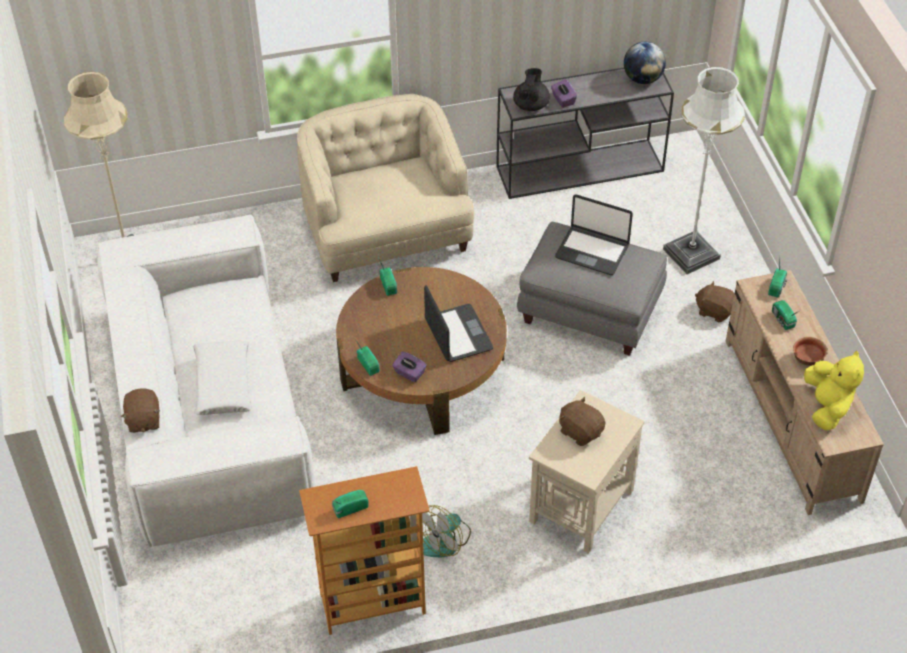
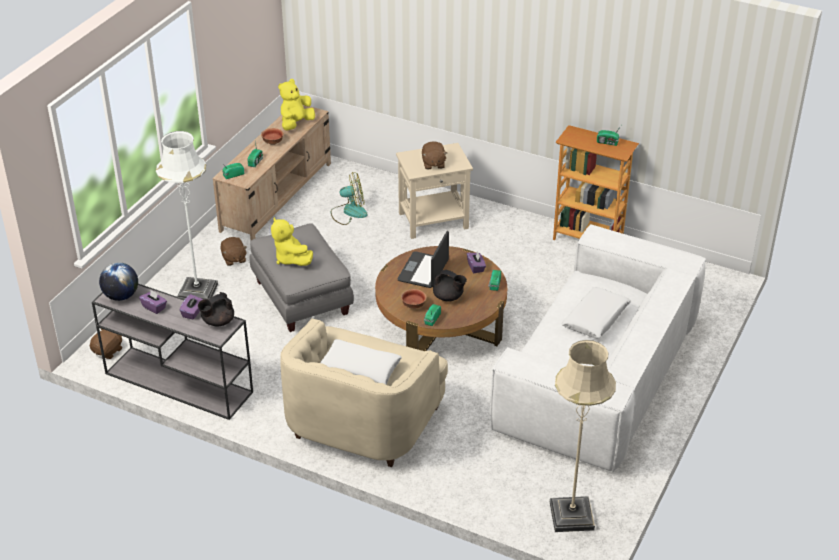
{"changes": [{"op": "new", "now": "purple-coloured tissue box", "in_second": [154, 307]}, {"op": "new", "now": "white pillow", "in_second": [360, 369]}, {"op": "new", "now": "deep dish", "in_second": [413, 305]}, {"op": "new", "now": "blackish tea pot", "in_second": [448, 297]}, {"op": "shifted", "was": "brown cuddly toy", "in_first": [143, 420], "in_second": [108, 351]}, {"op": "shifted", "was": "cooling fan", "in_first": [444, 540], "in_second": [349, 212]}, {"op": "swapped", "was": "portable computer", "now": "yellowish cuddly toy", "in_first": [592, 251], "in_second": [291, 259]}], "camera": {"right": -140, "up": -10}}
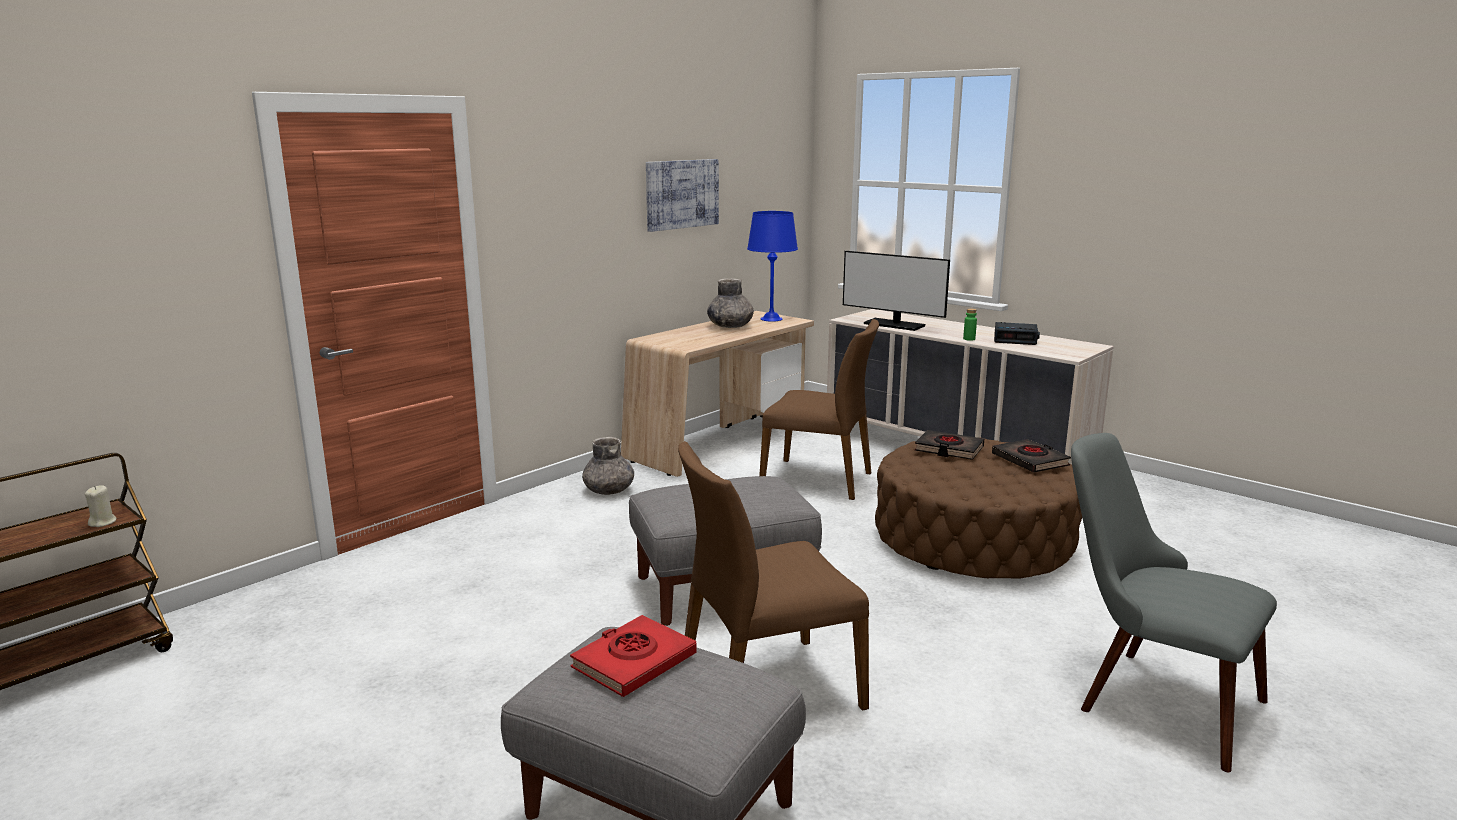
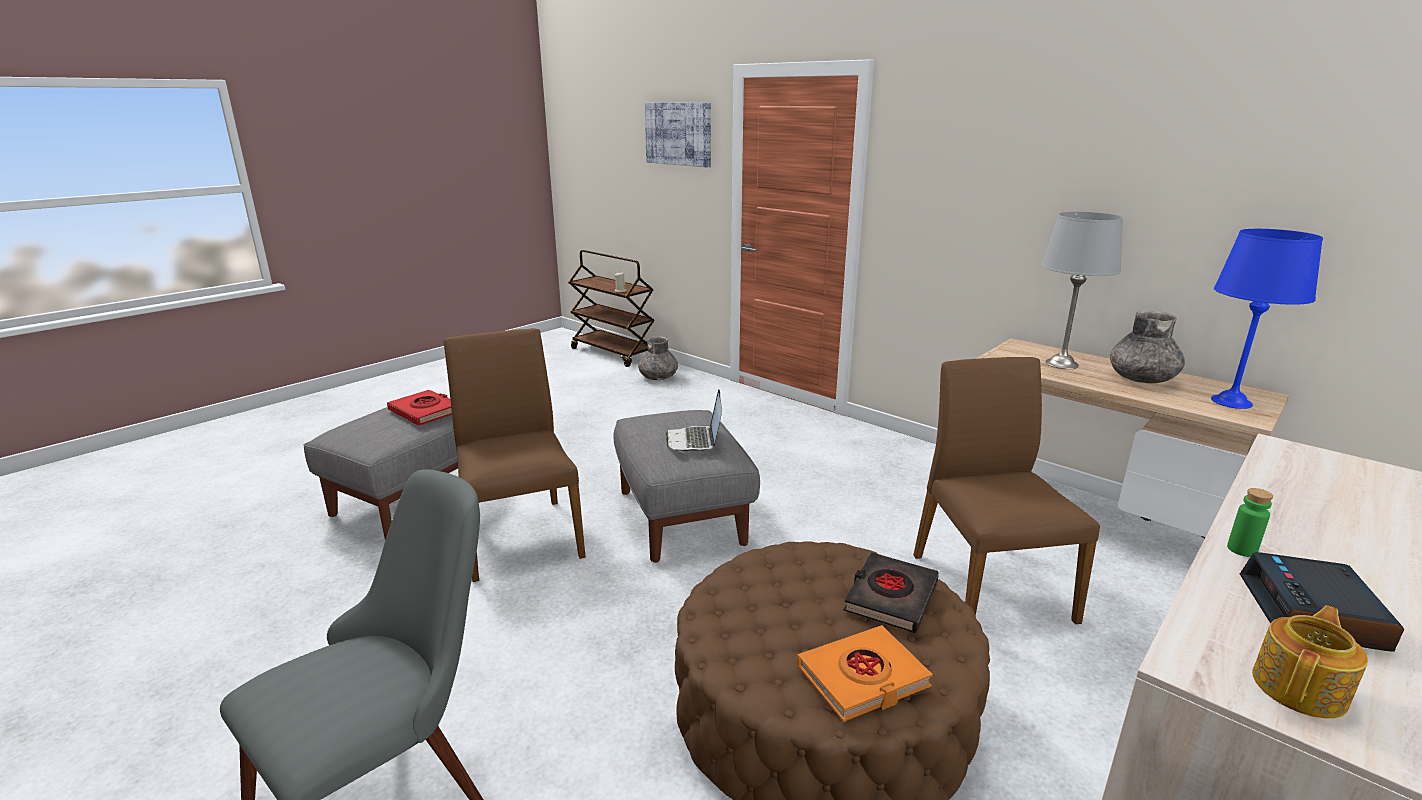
{"changes": [{"op": "gone", "was": "computer display", "in_first": [894, 325]}, {"op": "new", "now": "portable computer", "in_second": [695, 441]}, {"op": "new", "now": "greyish table lamp", "in_second": [1062, 364]}, {"op": "new", "now": "tea pot", "in_second": [1300, 688]}, {"op": "shifted", "was": "greyish flower vase", "in_first": [609, 490], "in_second": [658, 377]}, {"op": "shifted", "was": "wall picture", "in_first": [682, 194], "in_second": [678, 134]}, {"op": "repainted", "was": "blackish volume", "now": "orange-coloured volume", "in_first": [1030, 461], "in_second": [863, 678]}, {"op": "rotated", "was": "brown chair", "in_first": [818, 479], "in_second": [987, 585], "clockwise": 150}], "camera": {"right": 90, "up": 5}}
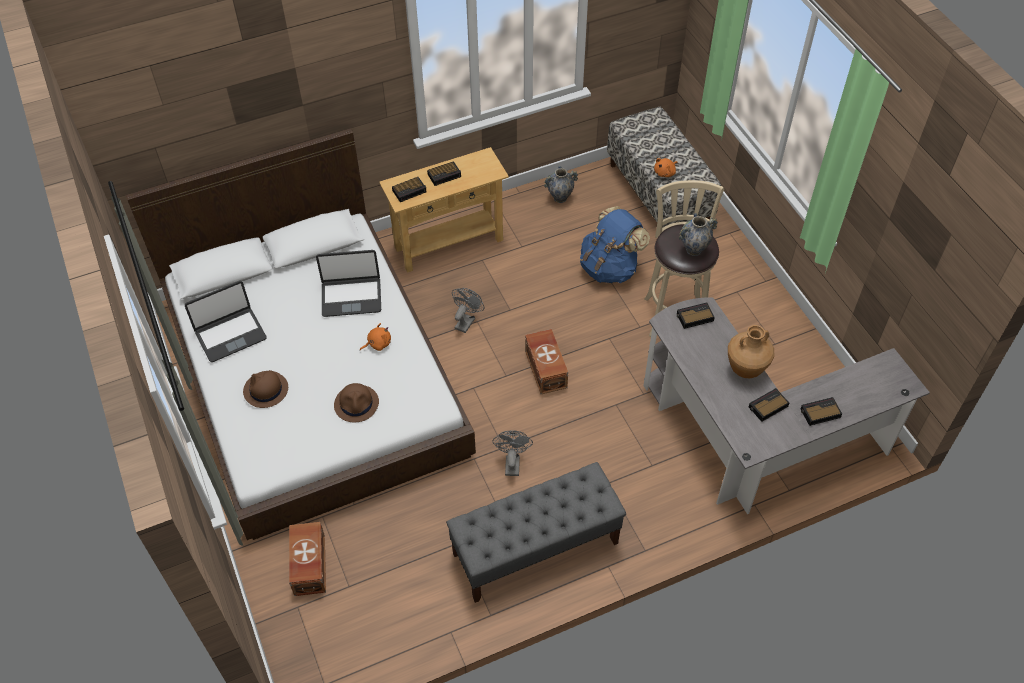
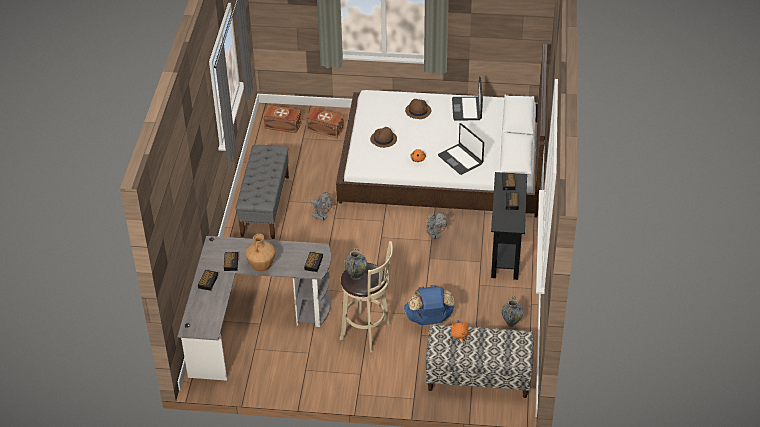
{"changes": [{"op": "shifted", "was": "brown storage container", "in_first": [546, 368], "in_second": [283, 126]}, {"op": "repainted", "was": "beige narrow table", "now": "blackish narrow table", "in_first": [449, 244], "in_second": [506, 251]}, {"op": "rotated", "was": "portable computer", "in_first": [351, 297], "in_second": [460, 159], "clockwise": -60}], "camera": {"right": 120, "up": -10}}
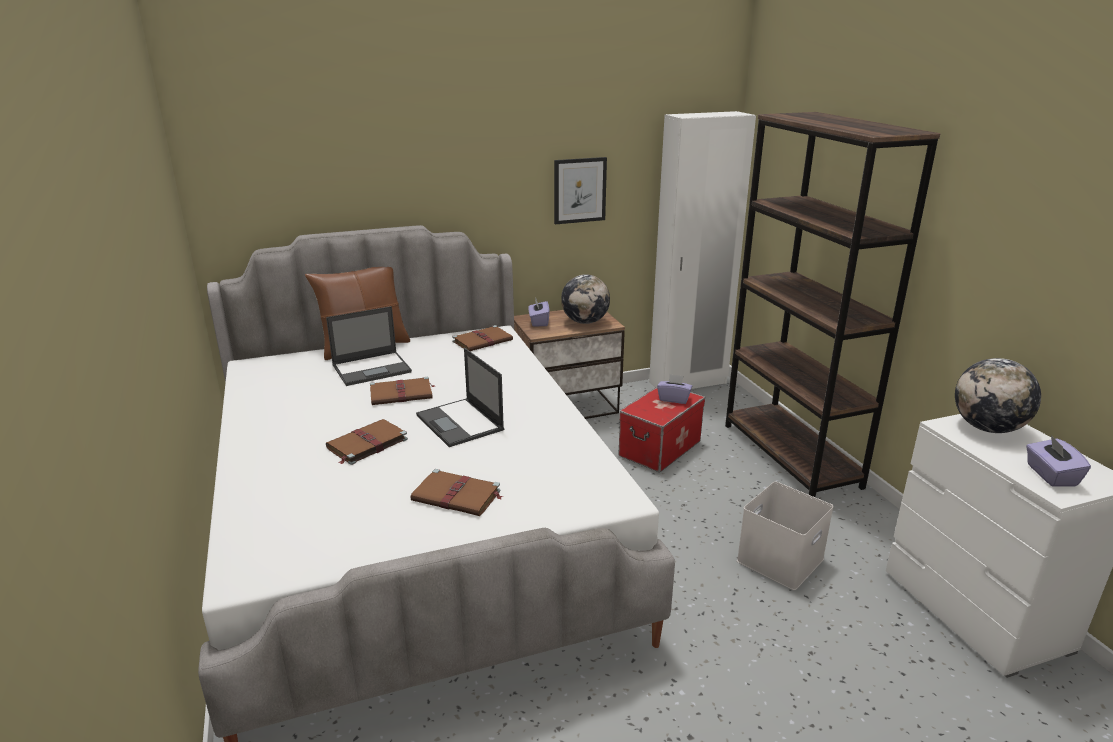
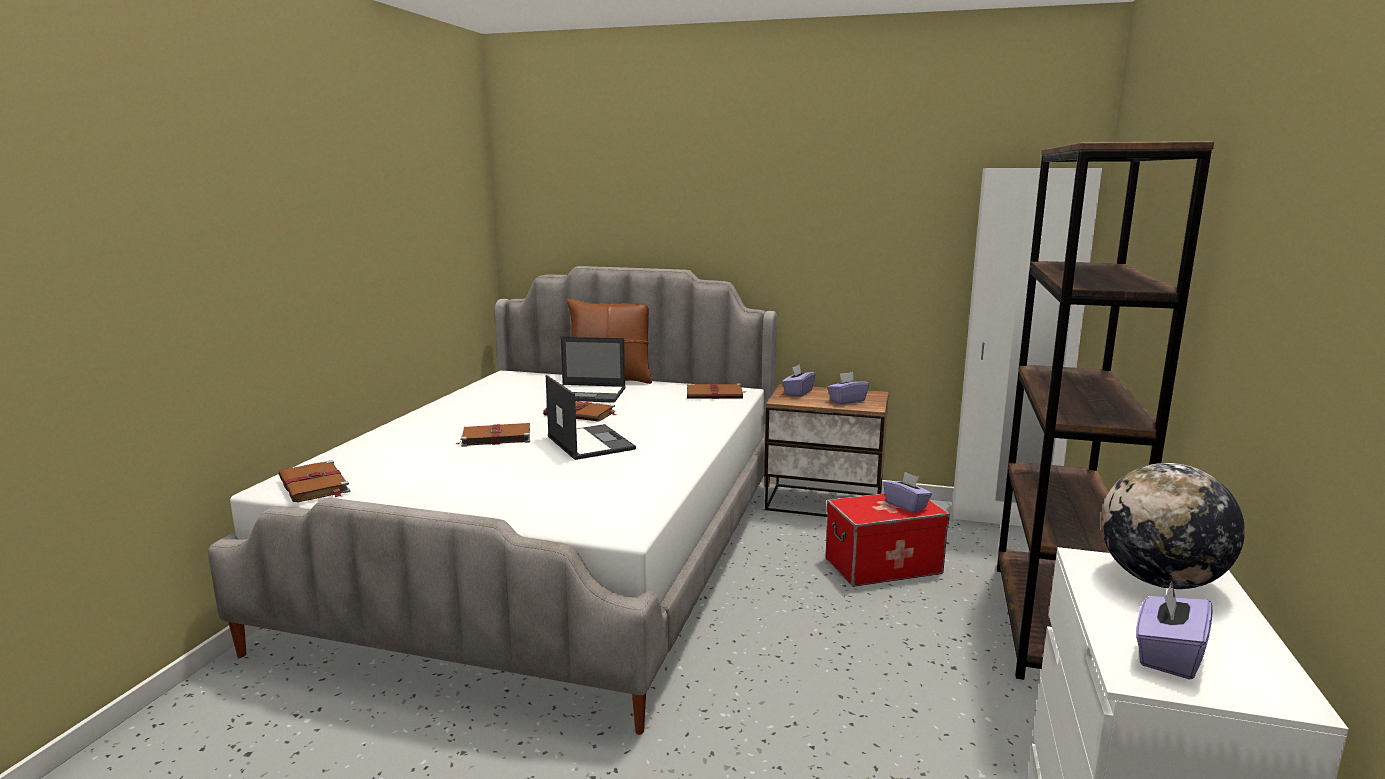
{"changes": [{"op": "gone", "was": "wall picture", "in_first": [579, 190]}, {"op": "gone", "was": "white storage container", "in_first": [780, 561]}, {"op": "shifted", "was": "brown volume", "in_first": [458, 496], "in_second": [314, 485]}, {"op": "swapped", "was": "globe", "now": "purple-coloured tissue box", "in_first": [585, 322], "in_second": [847, 401]}, {"op": "rotated", "was": "portable computer", "in_first": [460, 423], "in_second": [589, 442], "clockwise": 150}], "camera": {"right": 35, "up": -10}}
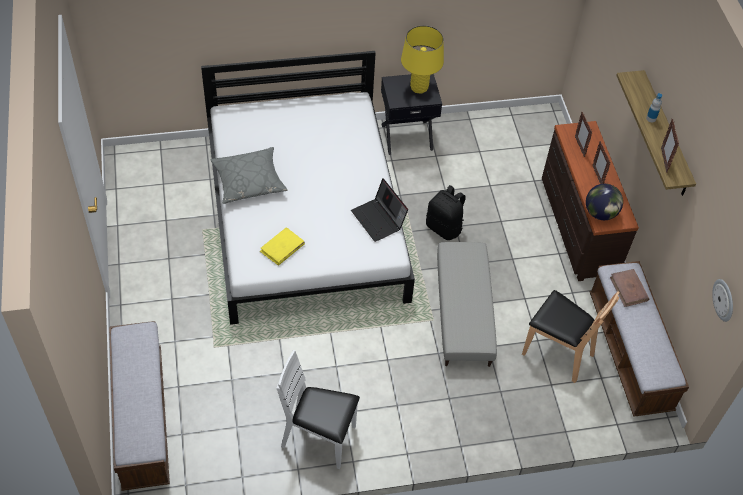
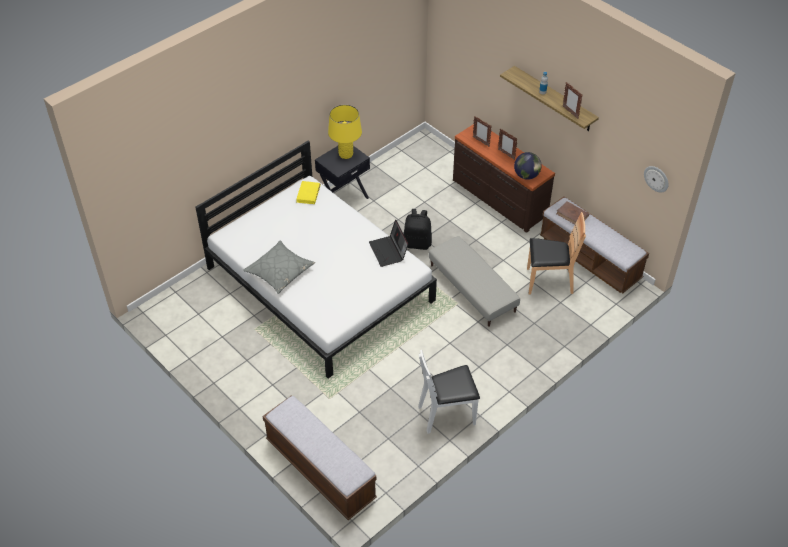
{"changes": [{"op": "shifted", "was": "yellowish volume", "in_first": [282, 248], "in_second": [308, 194]}, {"op": "rotated", "was": "portable computer", "in_first": [379, 220], "in_second": [389, 251], "clockwise": 45}], "camera": {"right": -30, "up": -5}}
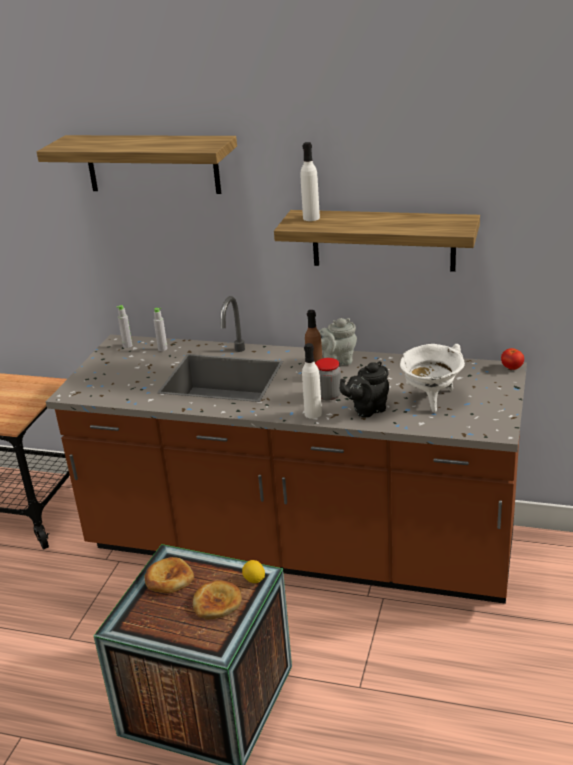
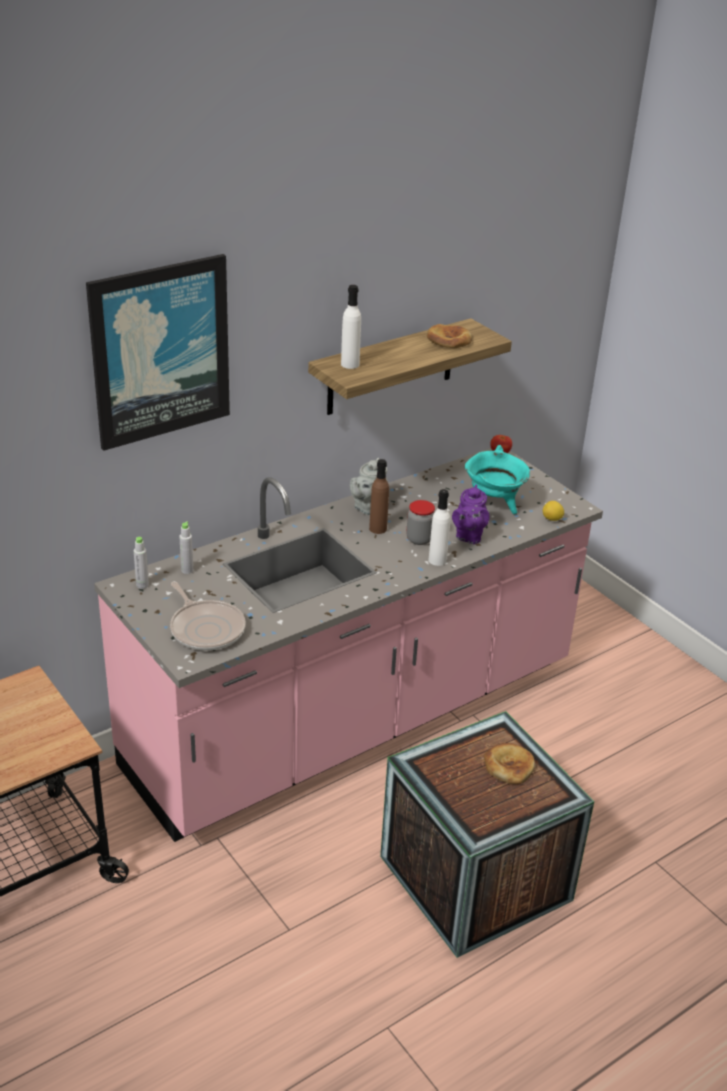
{"changes": [{"op": "new", "now": "skillet", "in_second": [206, 628]}, {"op": "shifted", "was": "bakery bread", "in_first": [169, 579], "in_second": [449, 340]}, {"op": "shifted", "was": "lemon", "in_first": [254, 580], "in_second": [552, 519]}, {"op": "swapped", "was": "bracket shelf", "now": "wall picture", "in_first": [152, 164], "in_second": [160, 351]}, {"op": "repainted", "was": "brown counter", "now": "pinkish counter", "in_first": [299, 548], "in_second": [354, 719]}, {"op": "repainted", "was": "blackish tea pot", "now": "purple-coloured tea pot", "in_first": [367, 410], "in_second": [468, 536]}, {"op": "repainted", "was": "white cooking pot", "now": "turquoise cooking pot", "in_first": [431, 399], "in_second": [494, 504]}], "camera": {"right": -55, "up": 5}}
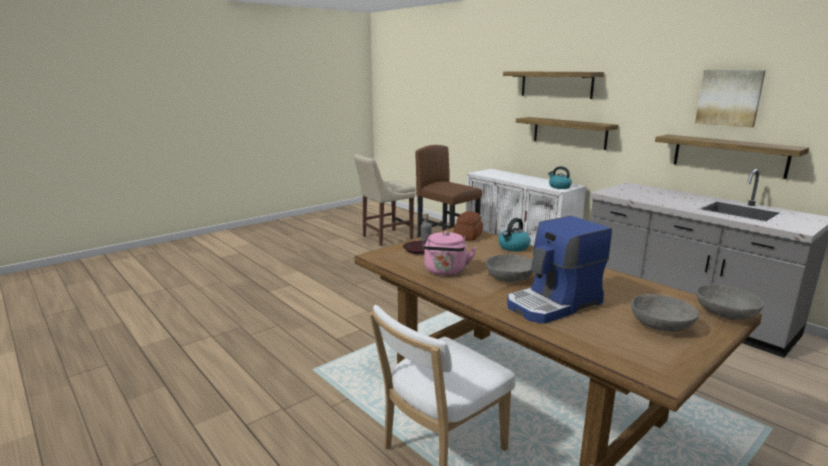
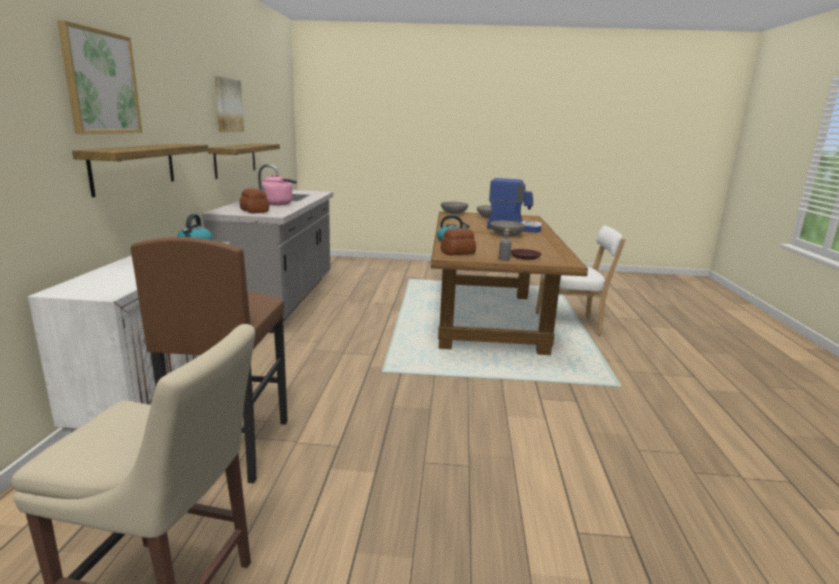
{"changes": [{"op": "new", "now": "bakery bread", "in_second": [254, 211]}, {"op": "shifted", "was": "pinkish water kettle", "in_first": [445, 271], "in_second": [279, 203]}, {"op": "swapped", "was": "bracket shelf", "now": "wall picture", "in_first": [556, 84], "in_second": [101, 82]}], "camera": {"right": -135, "up": 0}}
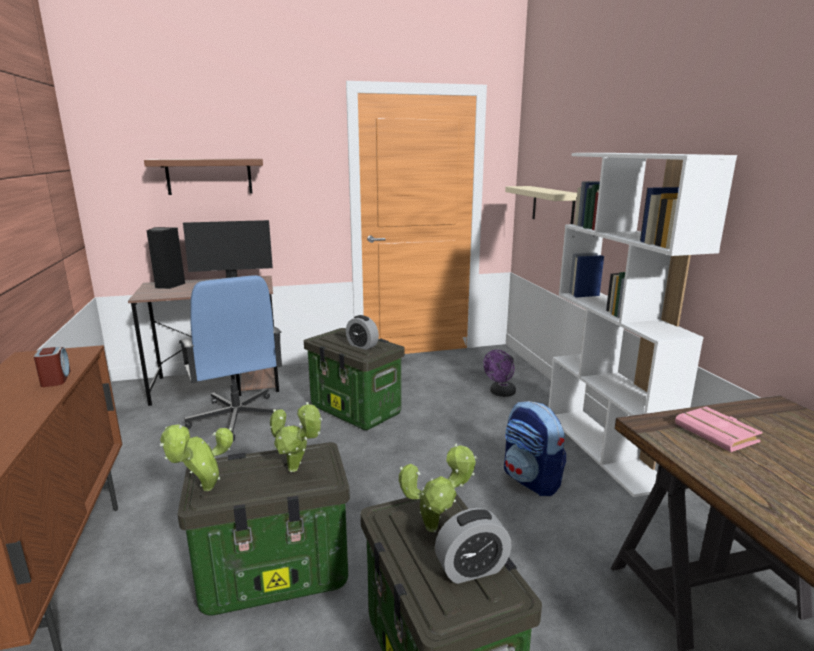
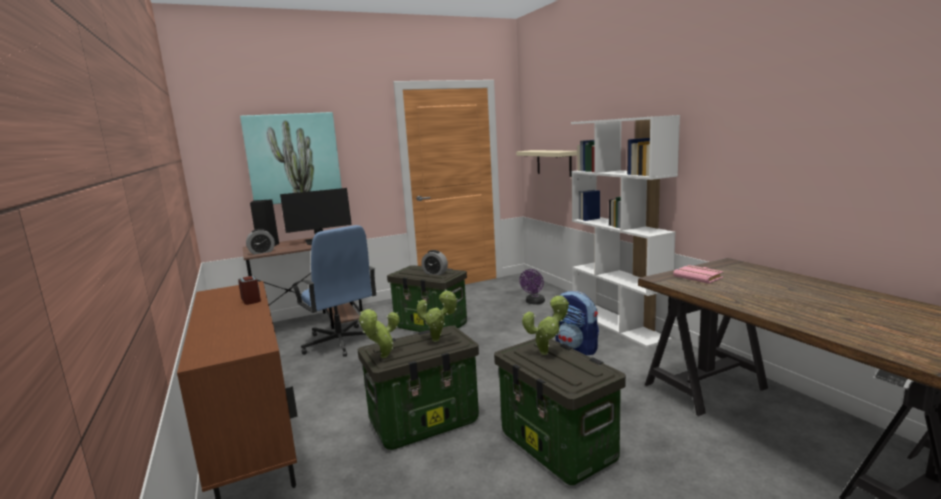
{"changes": [{"op": "shifted", "was": "alarm clock", "in_first": [472, 569], "in_second": [261, 252]}, {"op": "swapped", "was": "brown bracket shelf", "now": "wall picture", "in_first": [209, 176], "in_second": [293, 158]}], "camera": {"right": -10, "up": -5}}
